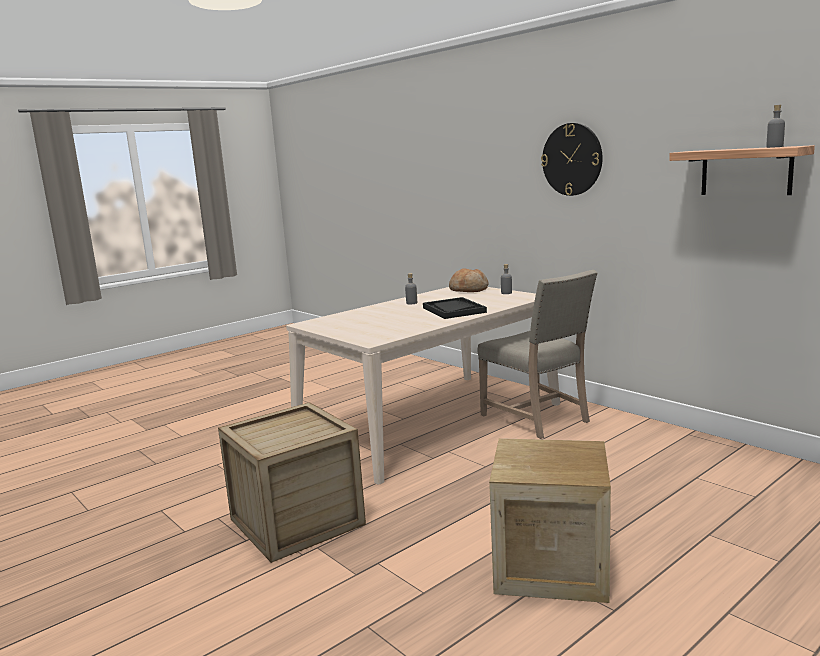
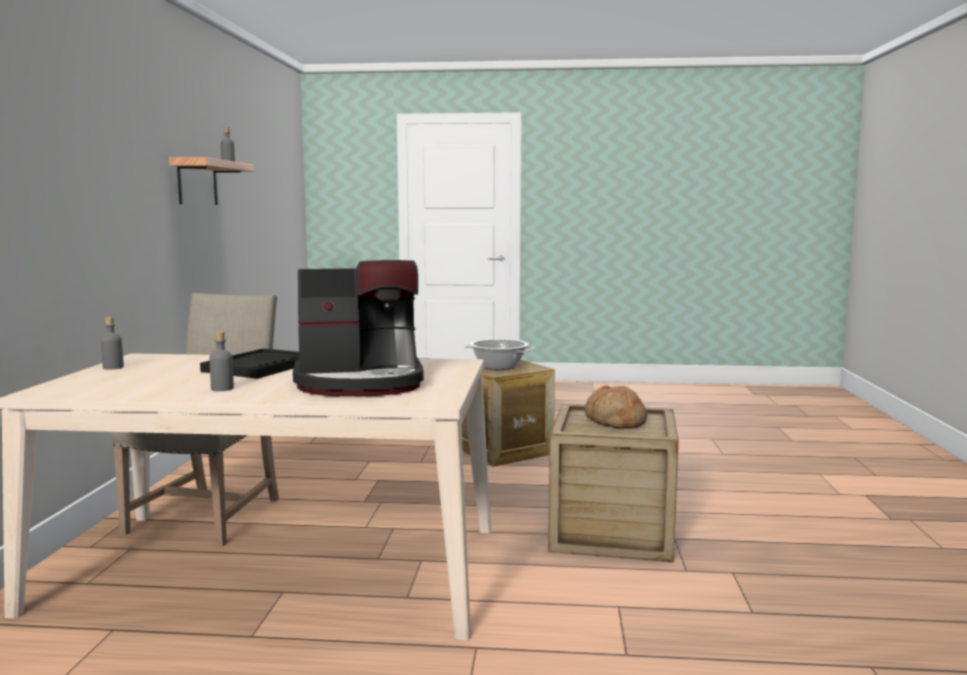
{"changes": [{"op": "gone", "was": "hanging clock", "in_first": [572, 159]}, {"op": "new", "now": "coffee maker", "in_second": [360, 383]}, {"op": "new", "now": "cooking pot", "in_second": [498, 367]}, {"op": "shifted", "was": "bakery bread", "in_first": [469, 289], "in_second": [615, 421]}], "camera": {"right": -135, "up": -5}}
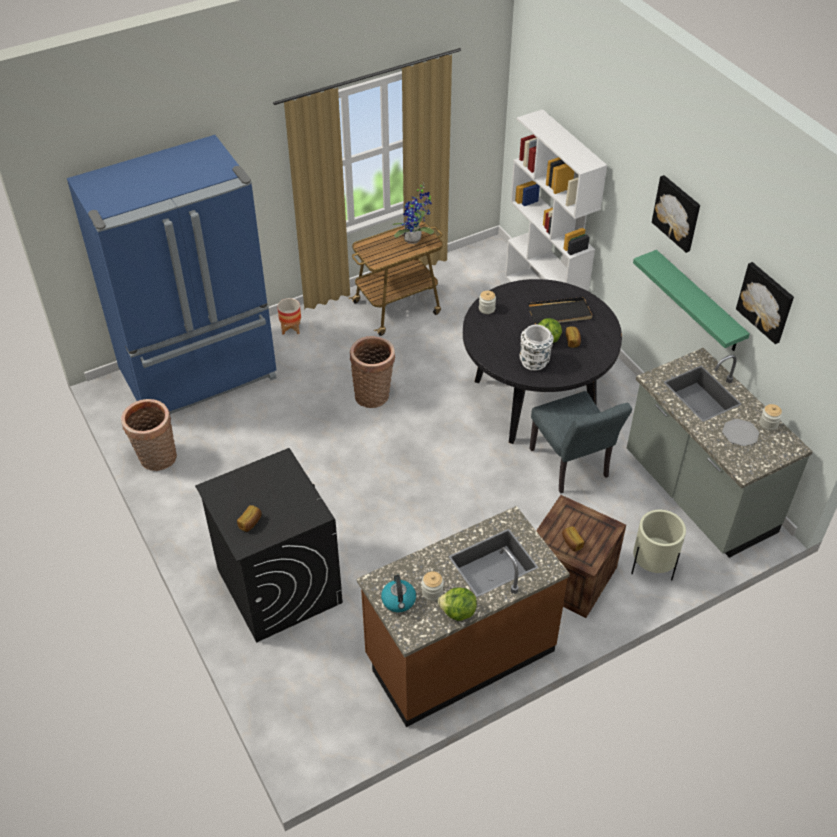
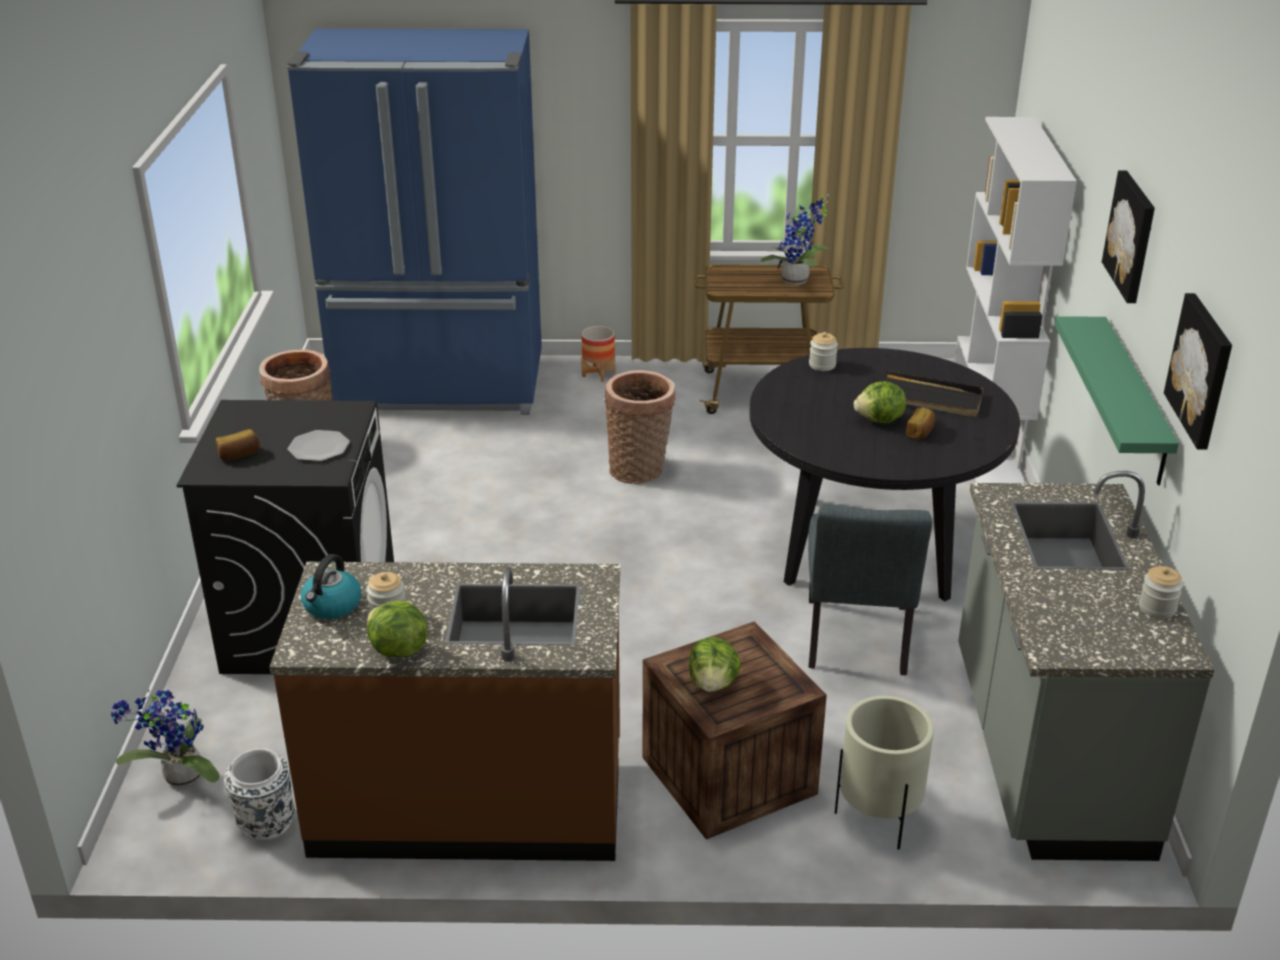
{"changes": [{"op": "new", "now": "houseplant", "in_second": [179, 779]}, {"op": "shifted", "was": "white flower vase", "in_first": [534, 362], "in_second": [266, 824]}, {"op": "shifted", "was": "plate", "in_first": [740, 433], "in_second": [319, 447]}, {"op": "swapped", "was": "bakery bread", "now": "head of lettuce", "in_first": [571, 543], "in_second": [713, 684]}], "camera": {"right": 30, "up": -15}}
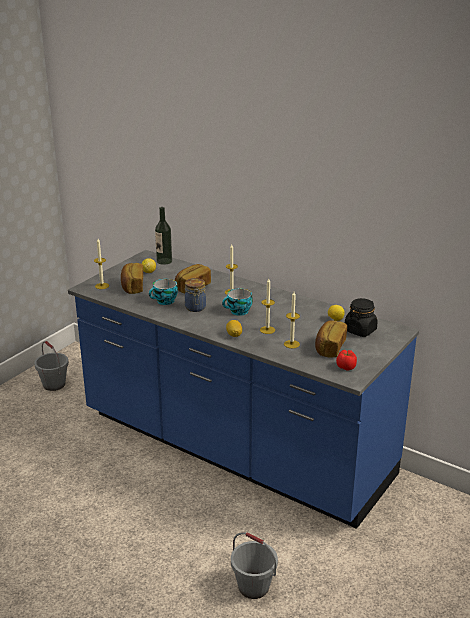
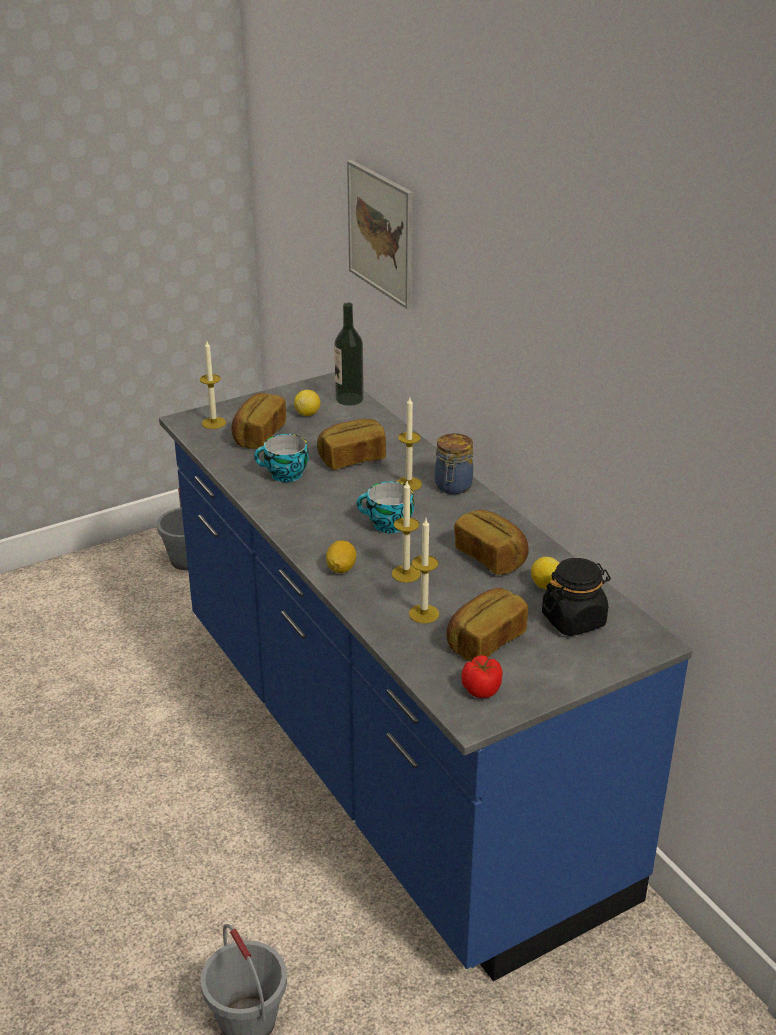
{"changes": [{"op": "new", "now": "wall picture", "in_second": [381, 233]}, {"op": "new", "now": "bakery bread", "in_second": [491, 557]}, {"op": "shifted", "was": "jar", "in_first": [195, 308], "in_second": [453, 487]}], "camera": {"right": 25, "up": 5}}
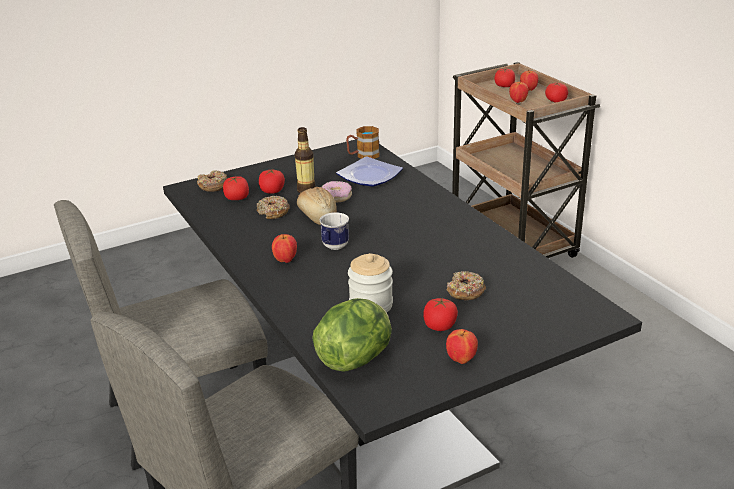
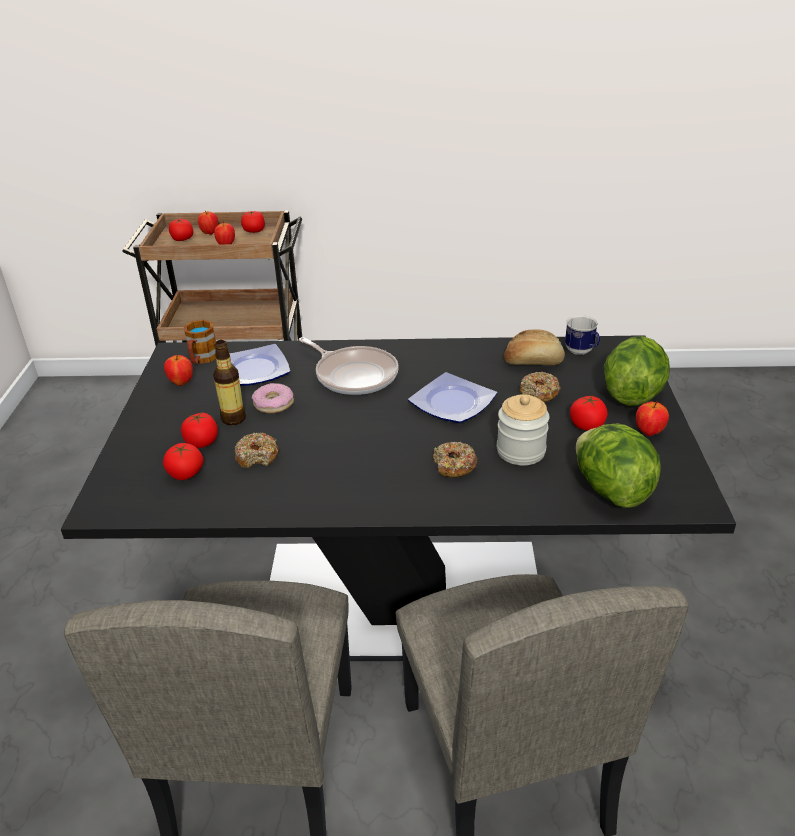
{"changes": [{"op": "new", "now": "skillet", "in_second": [354, 375]}, {"op": "new", "now": "plate", "in_second": [452, 404]}, {"op": "new", "now": "head of lettuce", "in_second": [631, 394]}, {"op": "shifted", "was": "donut", "in_first": [213, 186], "in_second": [454, 466]}, {"op": "shifted", "was": "apple fruit", "in_first": [285, 260], "in_second": [181, 383]}, {"op": "shifted", "was": "bakery bread", "in_first": [317, 216], "in_second": [533, 362]}, {"op": "shifted", "was": "tea mug", "in_first": [333, 247], "in_second": [582, 352]}], "camera": {"right": -60, "up": 5}}
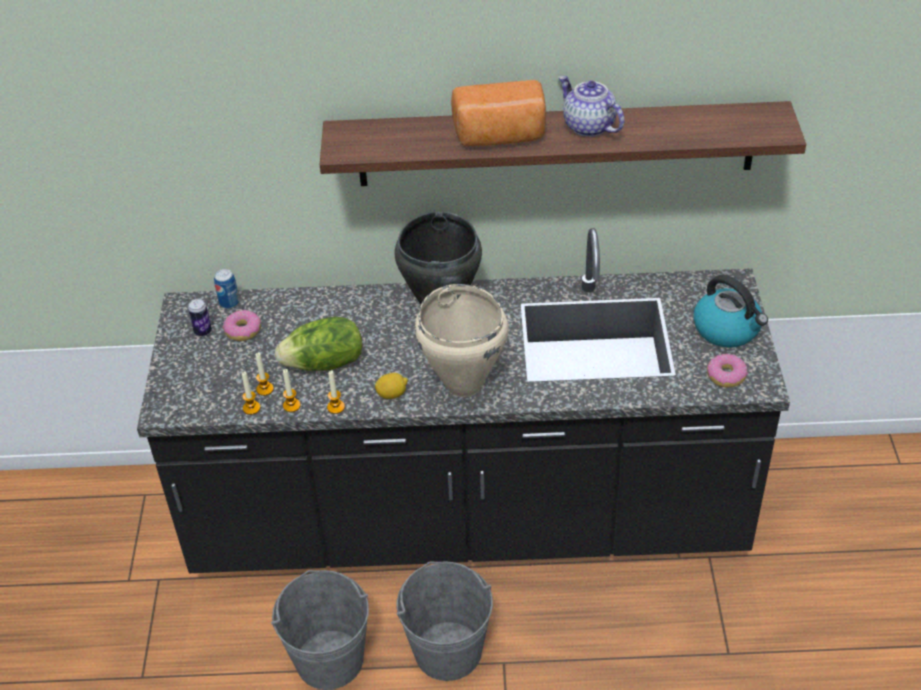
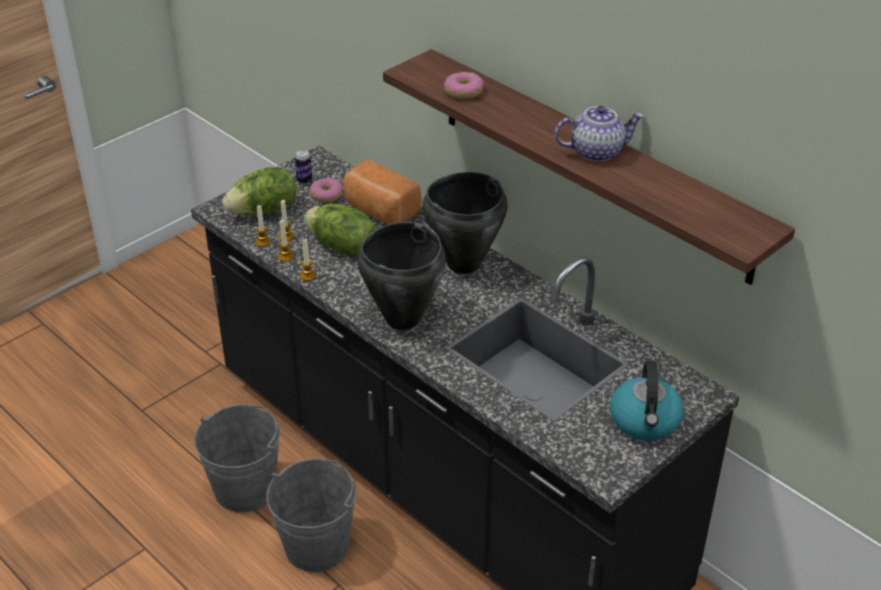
{"changes": [{"op": "gone", "was": "can", "in_first": [229, 302]}, {"op": "gone", "was": "lemon", "in_first": [392, 394]}, {"op": "new", "now": "head of lettuce", "in_second": [264, 211]}, {"op": "shifted", "was": "bakery bread", "in_first": [500, 136], "in_second": [379, 210]}, {"op": "shifted", "was": "donut", "in_first": [726, 375], "in_second": [463, 92]}, {"op": "repainted", "was": "beige cooking pot", "now": "blackish cooking pot", "in_first": [463, 385], "in_second": [402, 319]}, {"op": "rotated", "was": "tea pot", "in_first": [588, 126], "in_second": [597, 151], "clockwise": 75}], "camera": {"right": 45, "up": -5}}
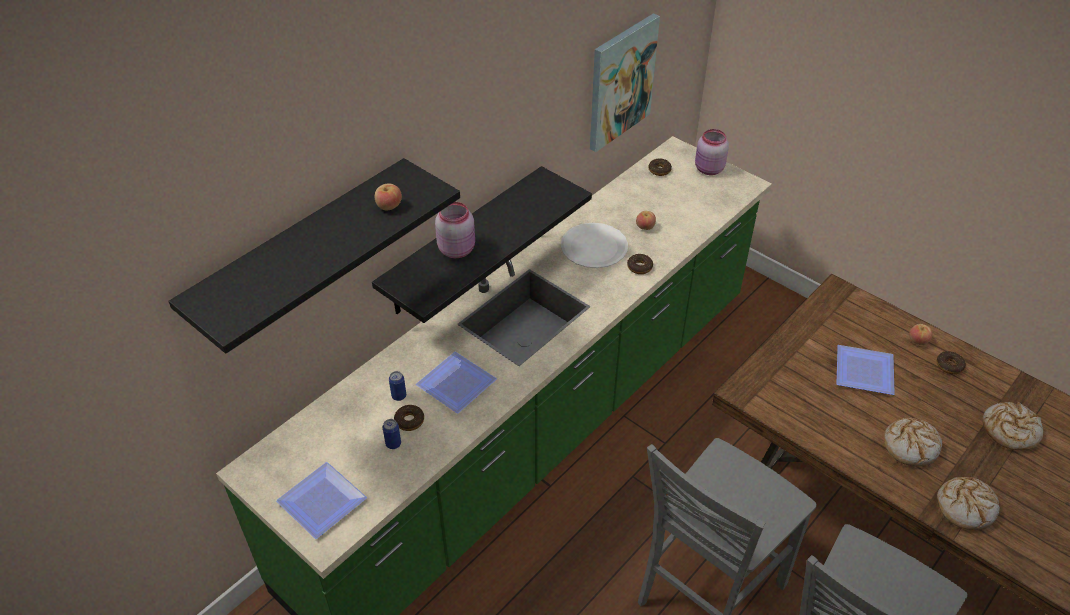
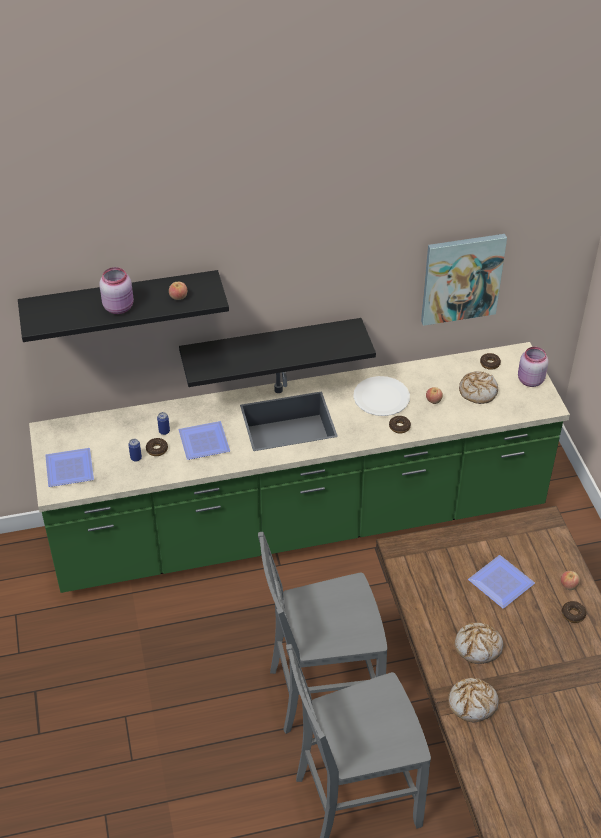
{"changes": [{"op": "shifted", "was": "pinkish jar", "in_first": [457, 249], "in_second": [119, 307]}, {"op": "shifted", "was": "bakery bread", "in_first": [1009, 431], "in_second": [477, 391]}], "camera": {"right": 35, "up": 0}}
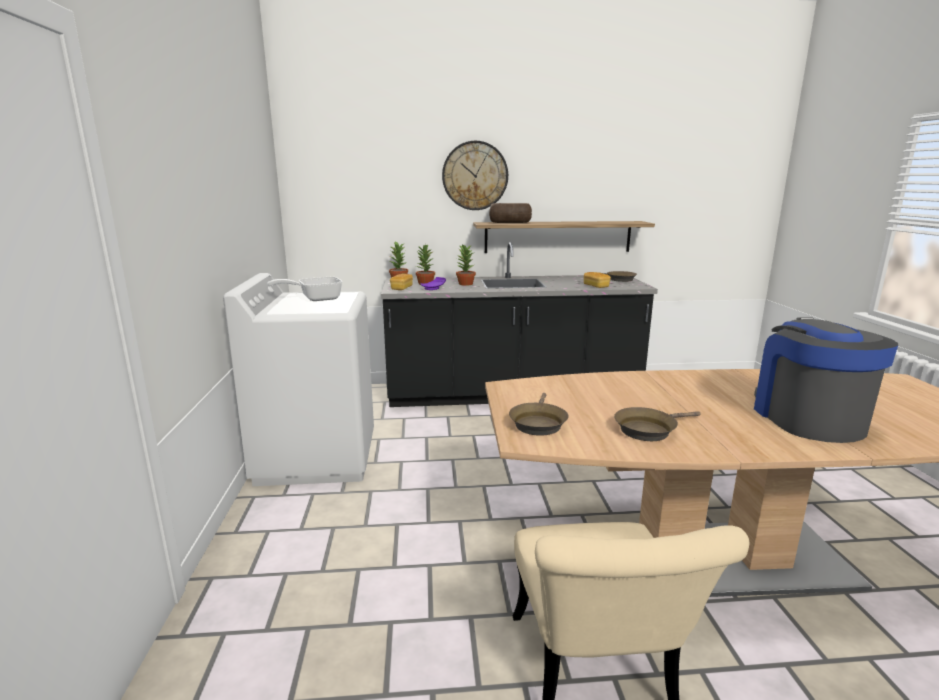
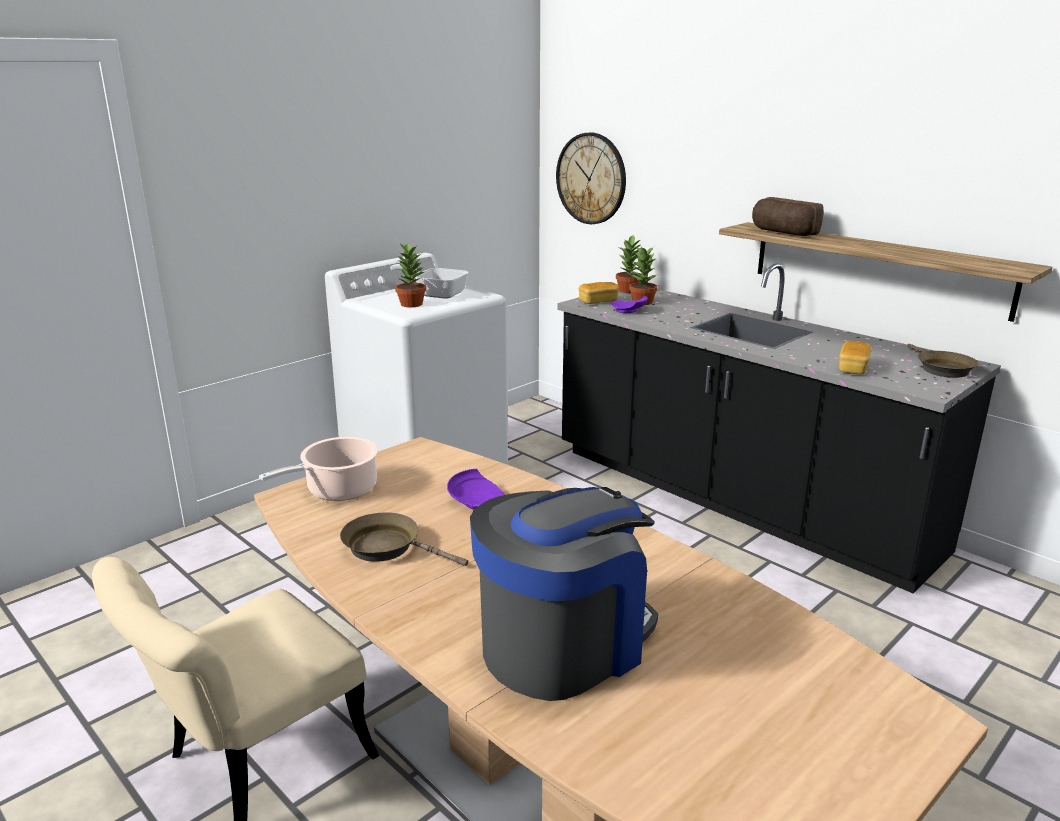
{"changes": [{"op": "new", "now": "purple-coloured plate", "in_second": [476, 501]}, {"op": "shifted", "was": "hanging clock", "in_first": [475, 176], "in_second": [591, 178]}, {"op": "shifted", "was": "houseplant", "in_first": [465, 284], "in_second": [411, 304]}, {"op": "swapped", "was": "brown skillet", "now": "cooking pot", "in_first": [538, 423], "in_second": [338, 490]}], "camera": {"right": 50, "up": 5}}
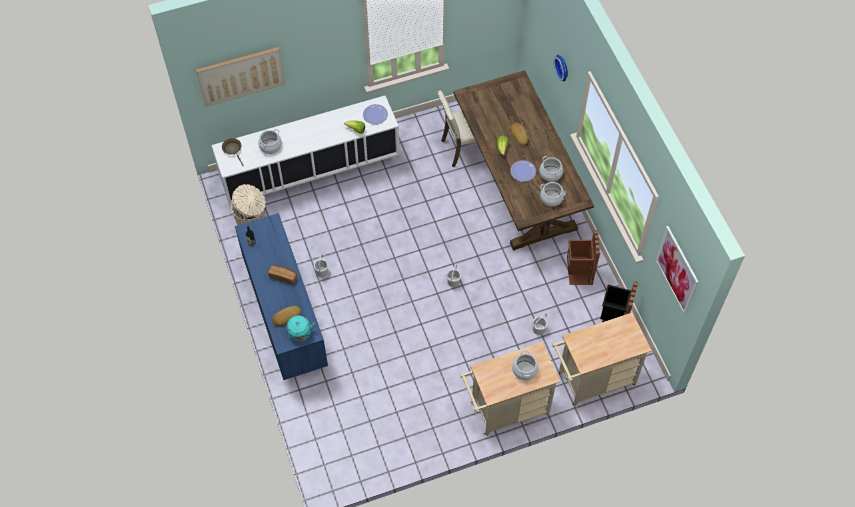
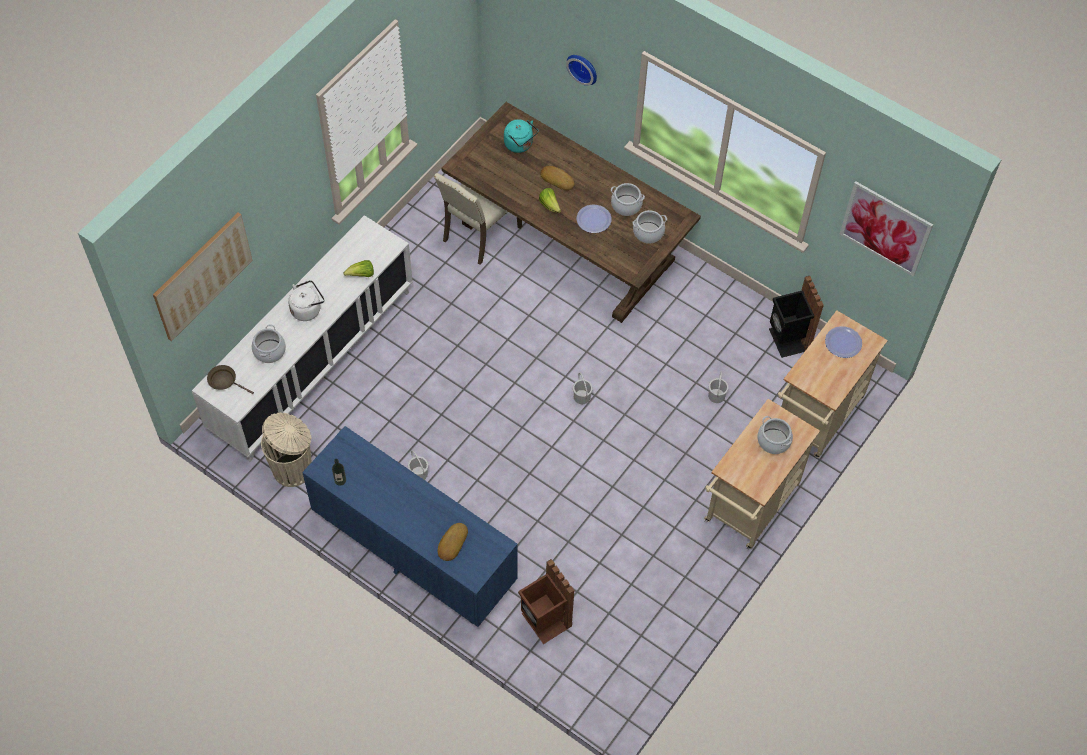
{"changes": [{"op": "gone", "was": "bakery bread", "in_first": [283, 276]}, {"op": "new", "now": "white water kettle", "in_second": [307, 309]}, {"op": "shifted", "was": "turquoise water kettle", "in_first": [300, 334], "in_second": [520, 144]}, {"op": "shifted", "was": "plate", "in_first": [375, 115], "in_second": [843, 343]}, {"op": "shifted", "was": "brown rubbish bin", "in_first": [578, 273], "in_second": [544, 621]}], "camera": {"right": -35, "up": 0}}
